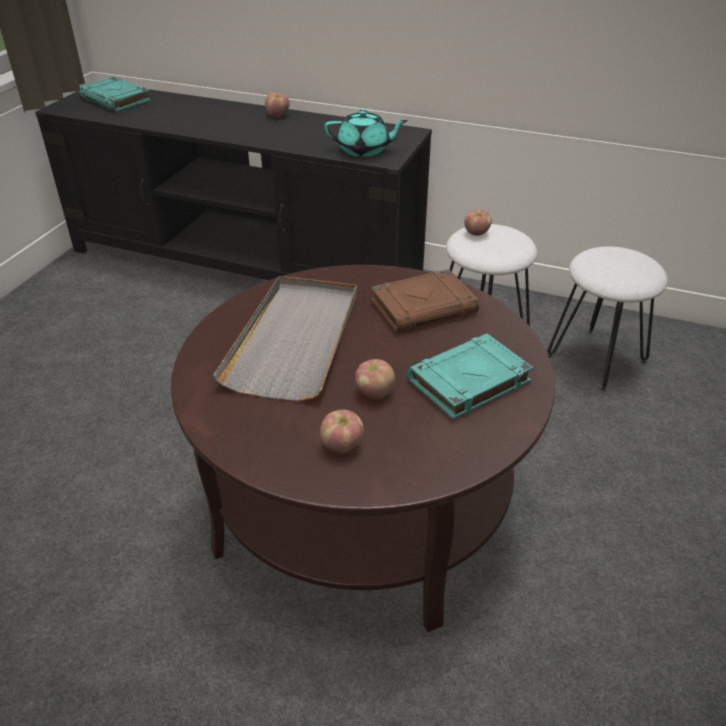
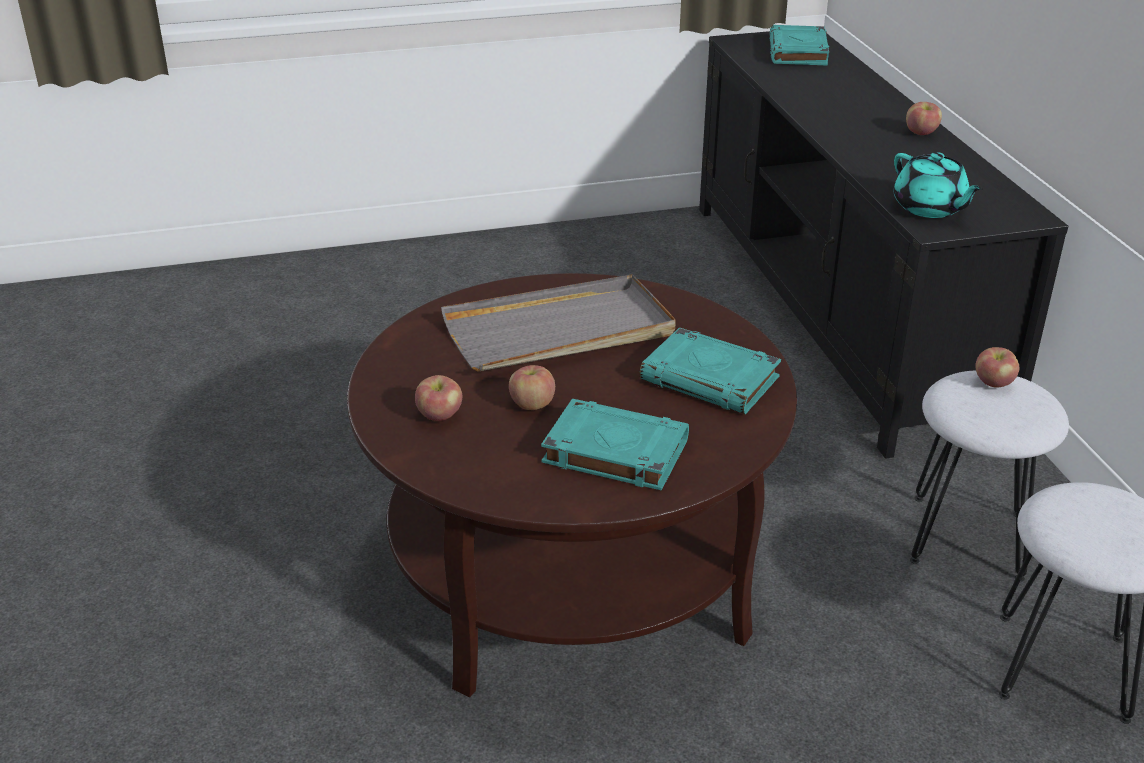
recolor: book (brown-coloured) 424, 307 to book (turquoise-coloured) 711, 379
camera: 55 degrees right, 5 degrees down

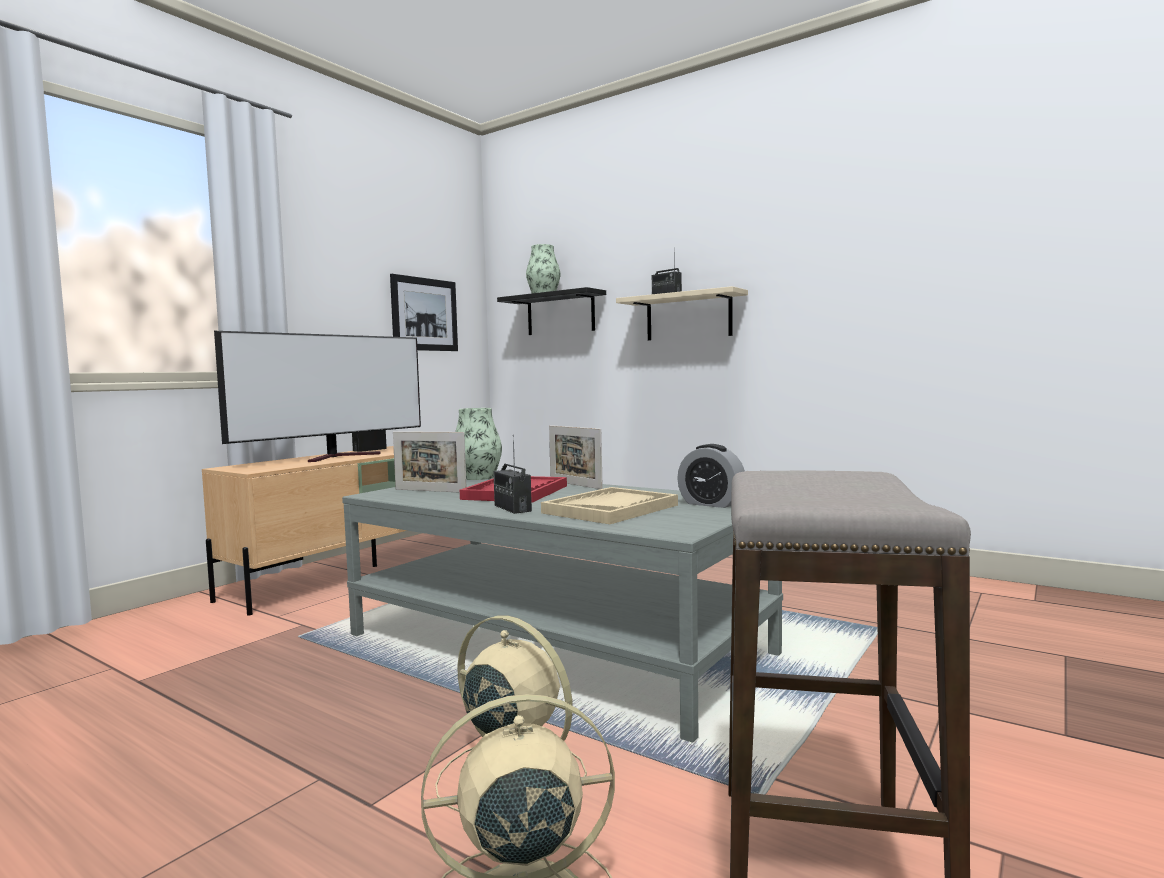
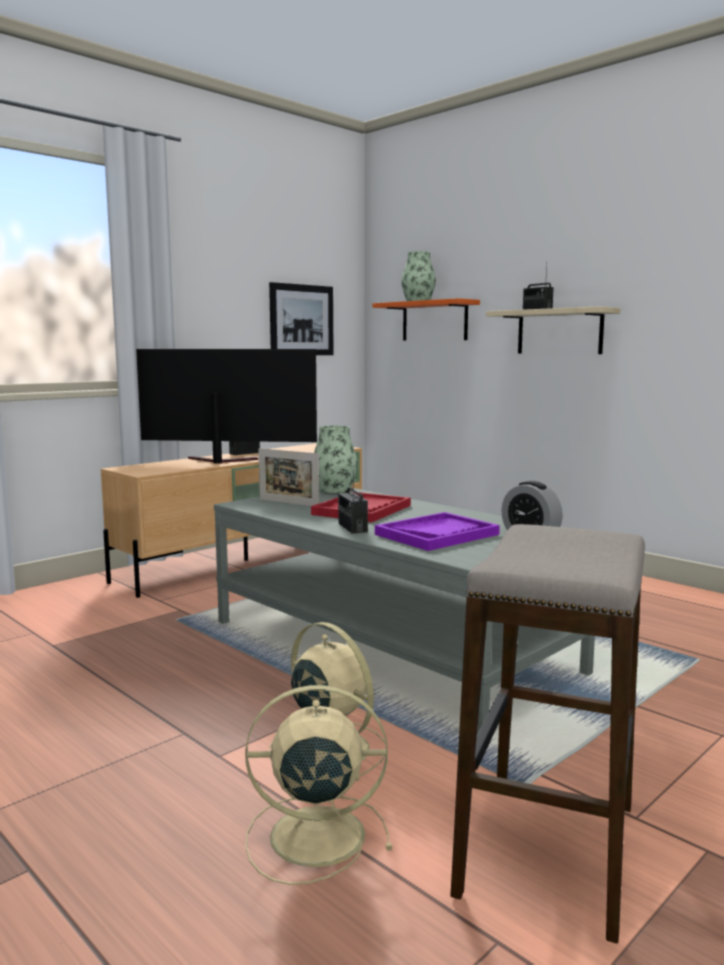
delete: picture frame 575, 484
recolor: shelf (blackish) 560, 314 to shelf (orange) 434, 321; carrying tray (beige) 610, 509 to carrying tray (purple-coloured) 437, 534
rotate: TV 341, 457 = 217, 461 135 degrees counterclockwise
camera: 10 degrees right, 5 degrees up

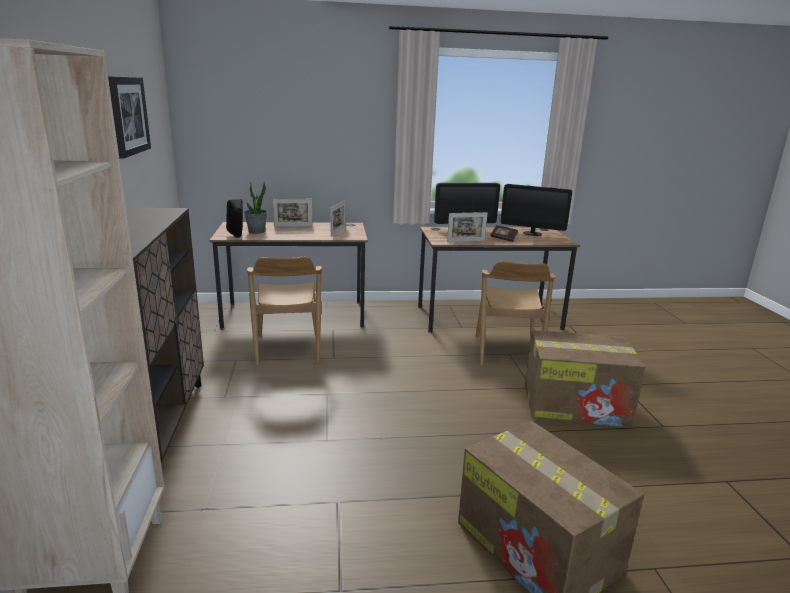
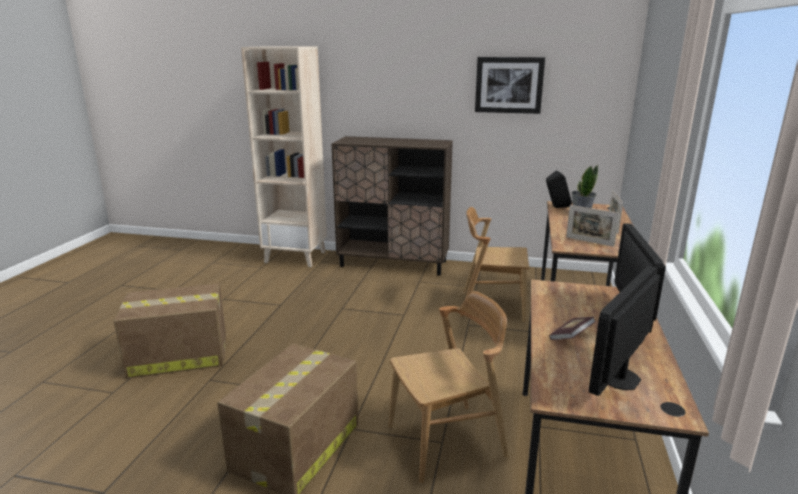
delete: picture frame 466, 241
rotate: upright chair (brown-coloured) 506, 352 = 446, 441 135 degrees clockwise
camera: 110 degrees right, 0 degrees up

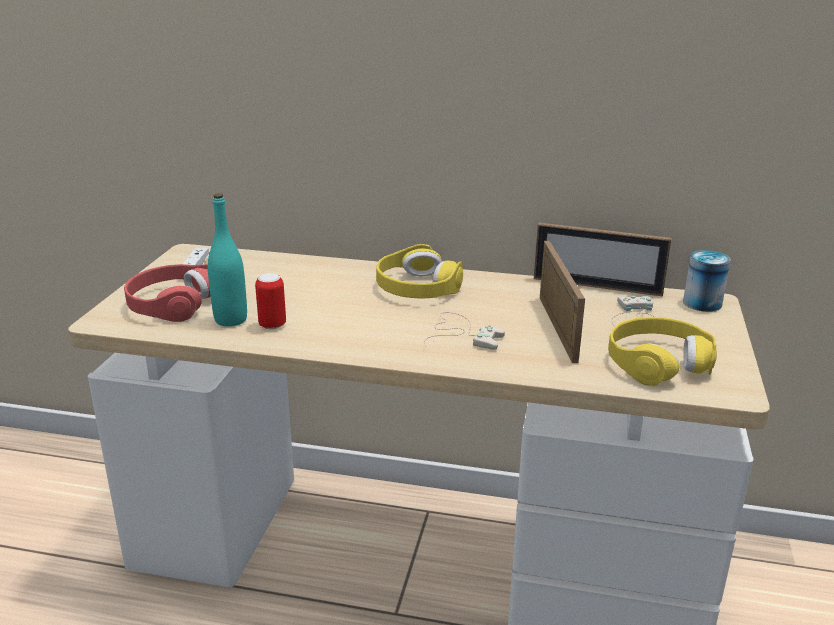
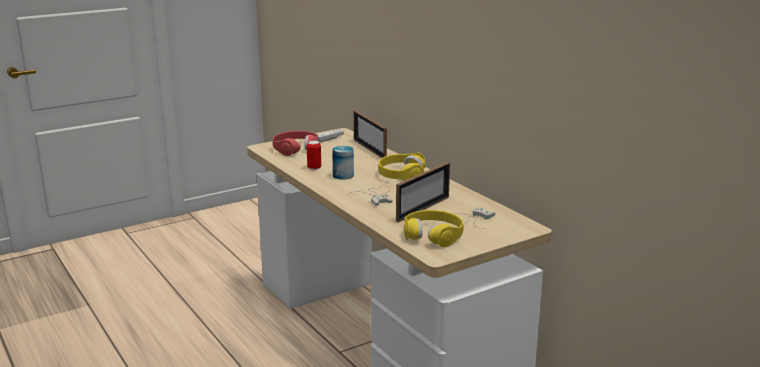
delete: beverage bottle (turquoise-coloured) 231, 320
move: picture frame 597, 286 to 369, 149; sealed can 702, 303 to 343, 175
camera: 45 degrees right, 5 degrees down

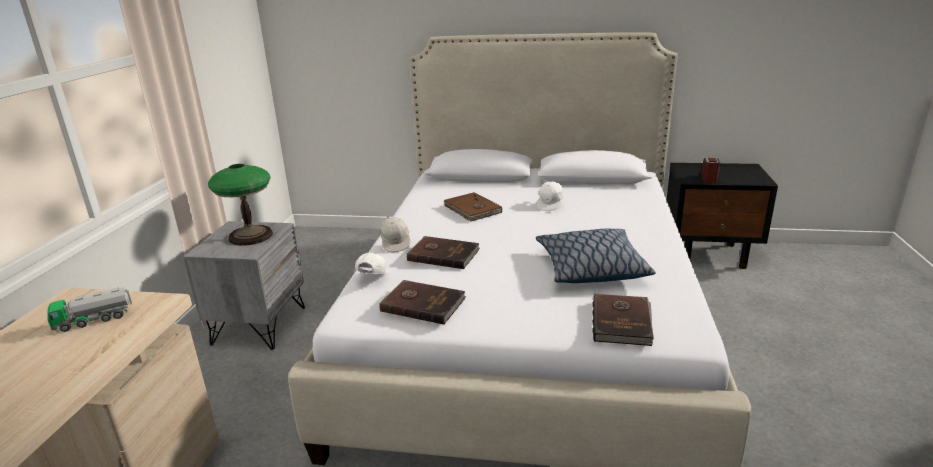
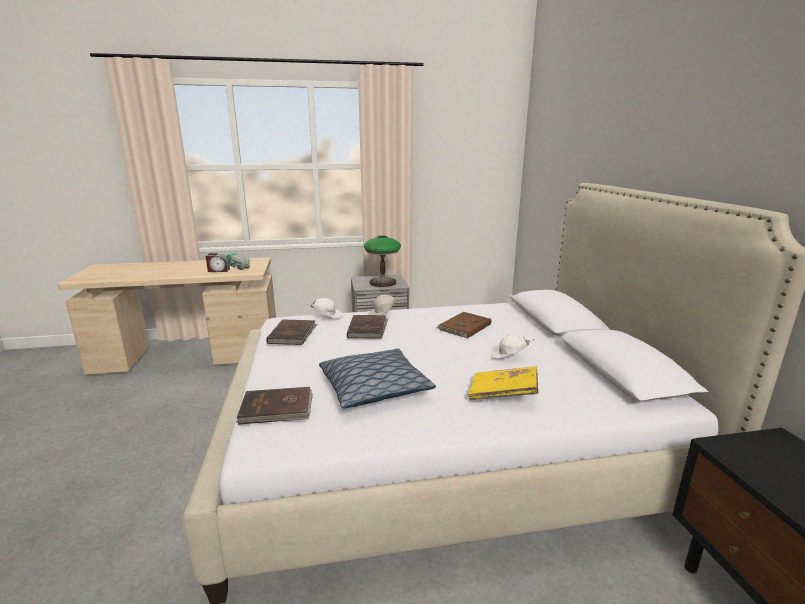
insert: book (yellowish) 503, 394
move: bedside clock 709, 178 to 218, 270
camera: 70 degrees right, 5 degrees down

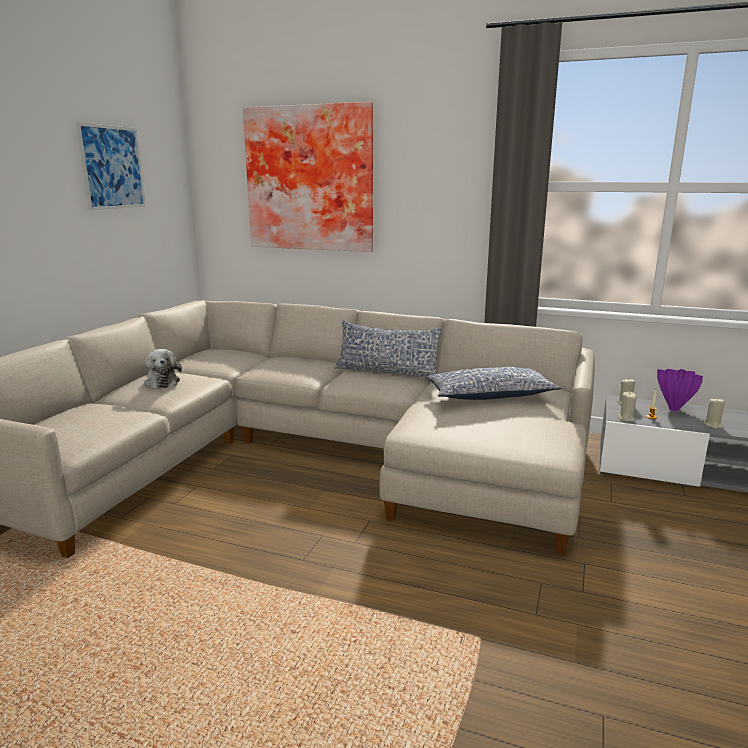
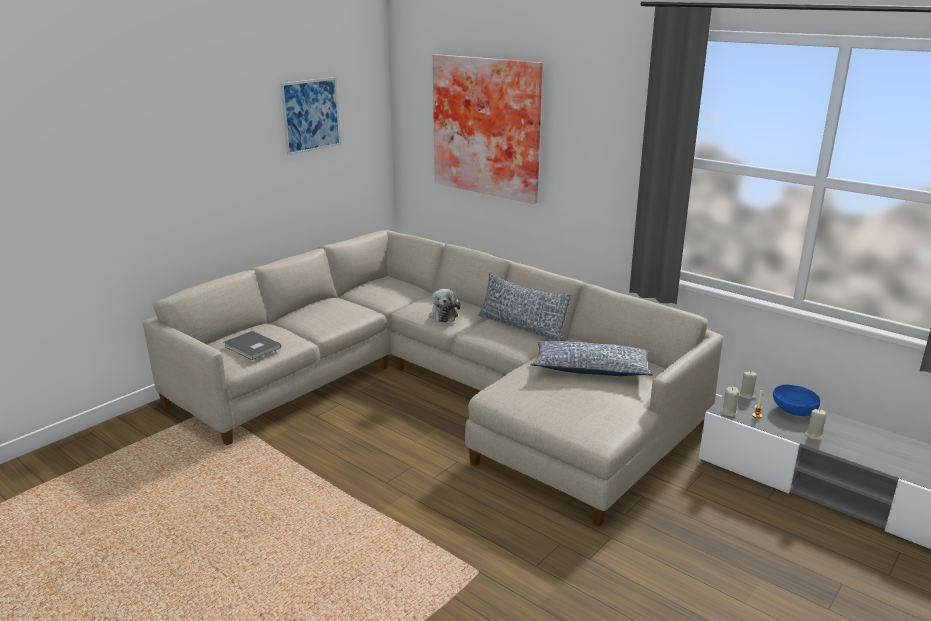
insert: book (greyish) 251, 347
move: soft toy 162, 382 to 443, 315
replace: vase (purple-coloured) 674, 409 to deep dish (bluish) 793, 411
camera: 20 degrees right, 5 degrees up

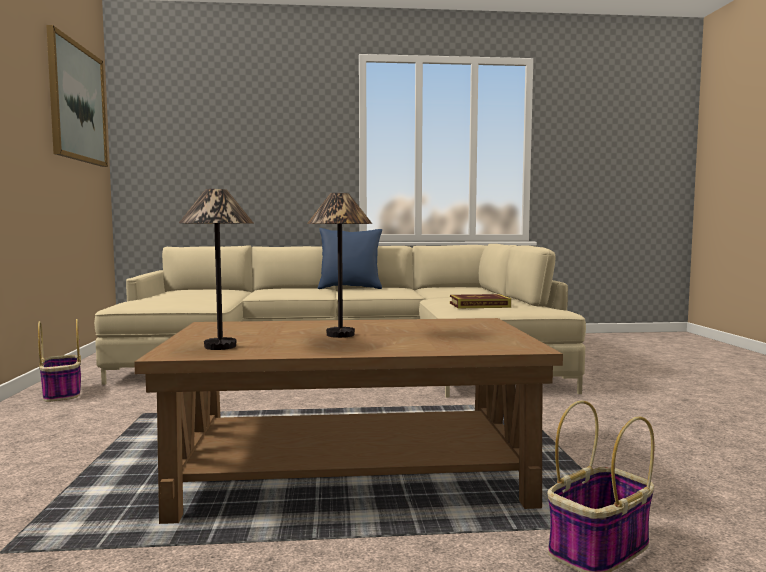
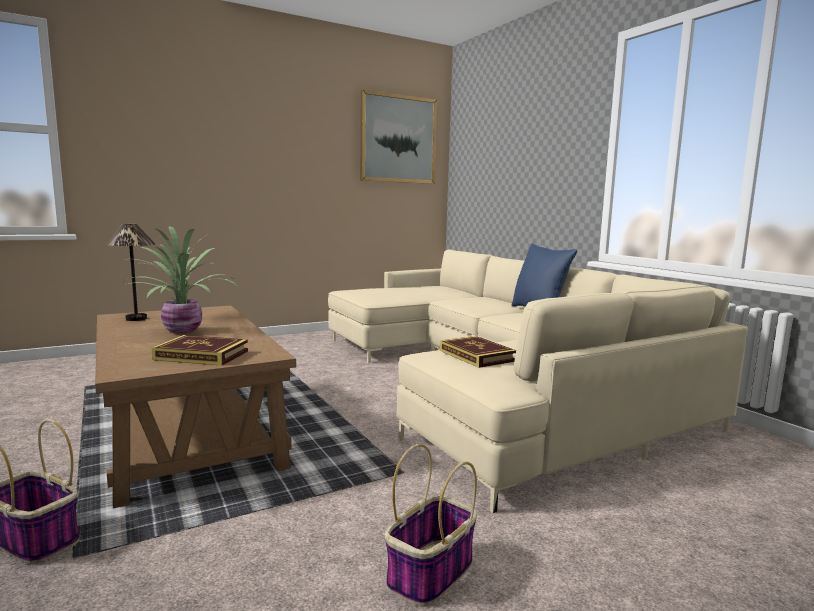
insert: book 201, 355
move: basket 62, 393 to 430, 574
replace: table lamp 340, 335 to potted plant 181, 331
camera: 65 degrees right, 5 degrees up

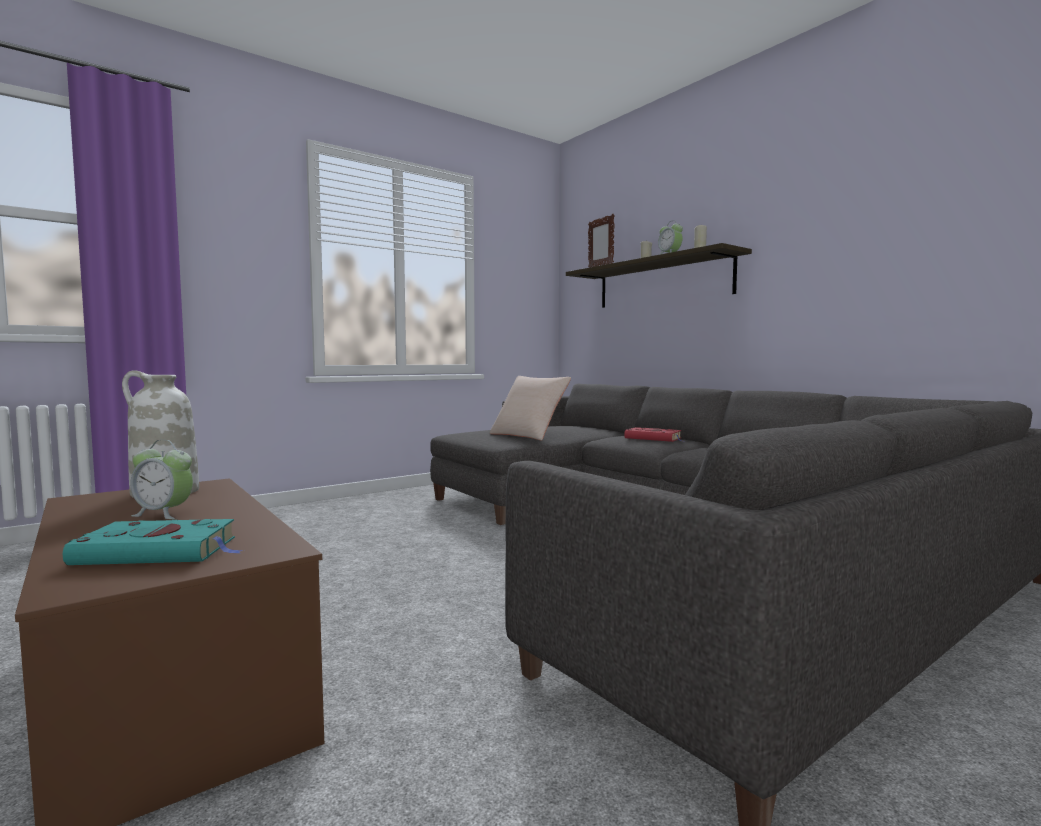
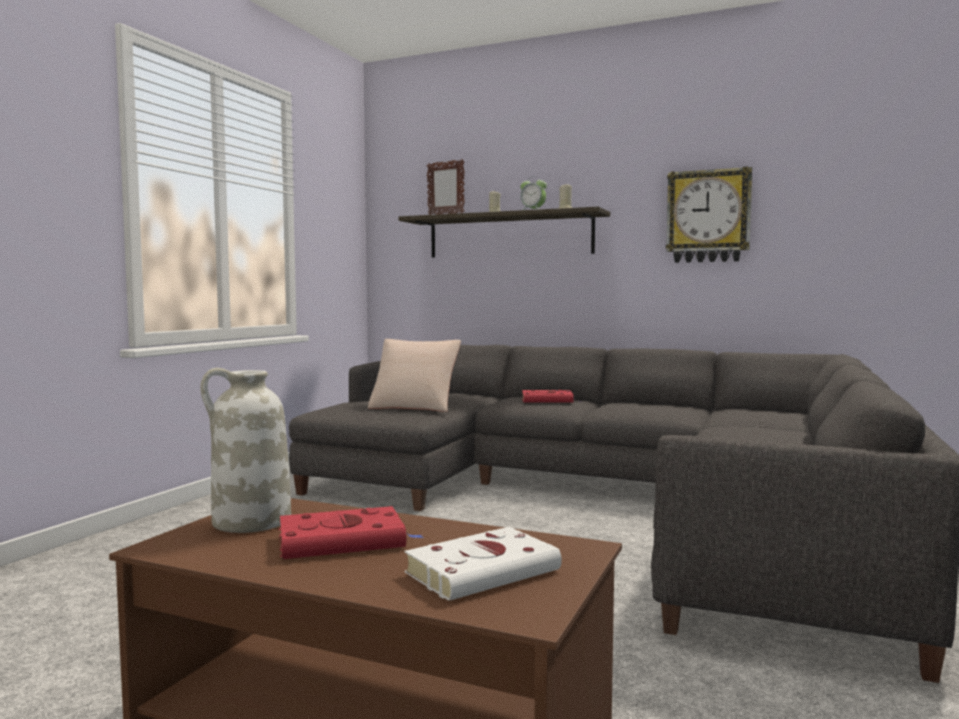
insert: wall clock 708, 216
replace: bedside clock 163, 514 to book (red-coloured) 345, 541
recolor: book (turquoise-coloured) 161, 551 to book (white) 486, 571
camera: 30 degrees left, 0 degrees up

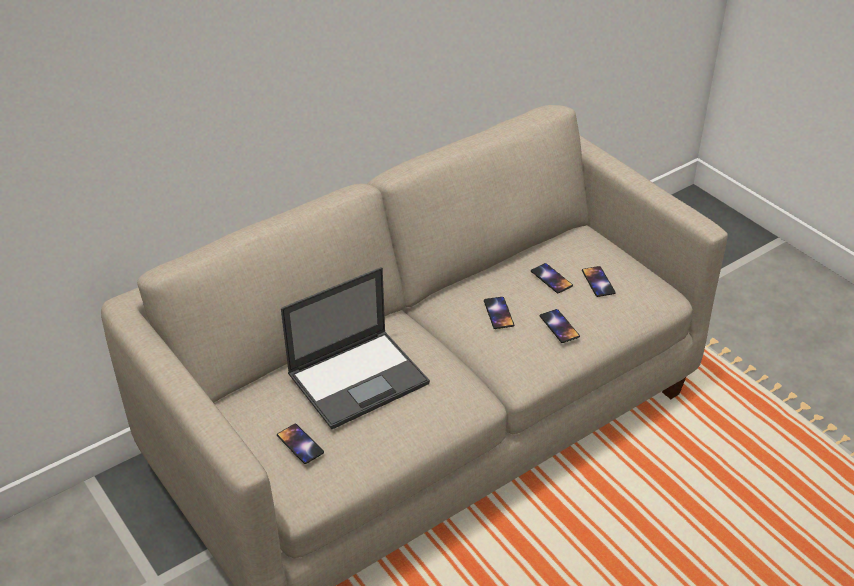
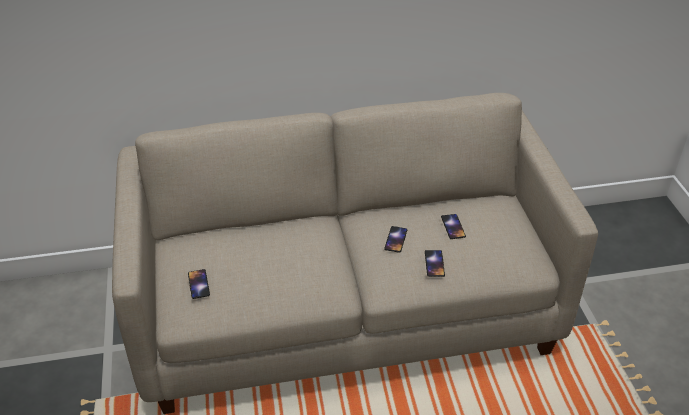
delete: telephone 598, 282; laptop 359, 378
camera: 25 degrees right, 0 degrees up

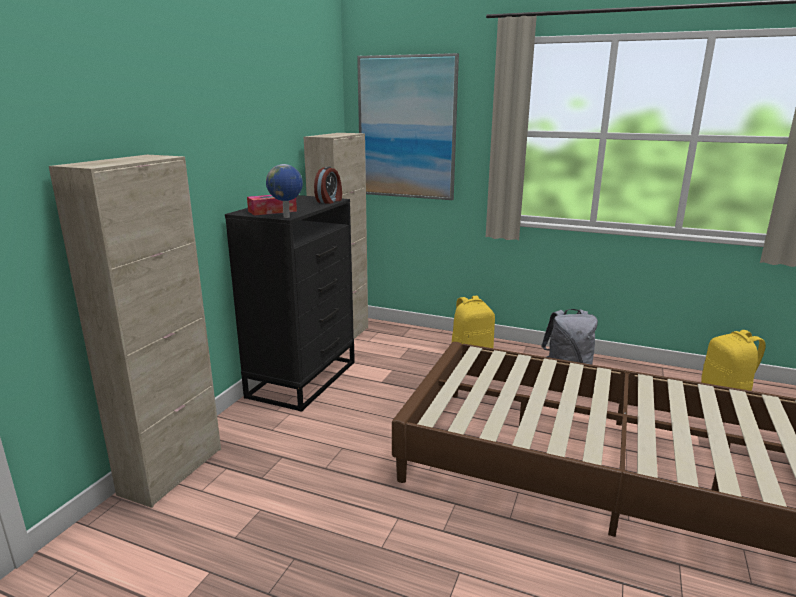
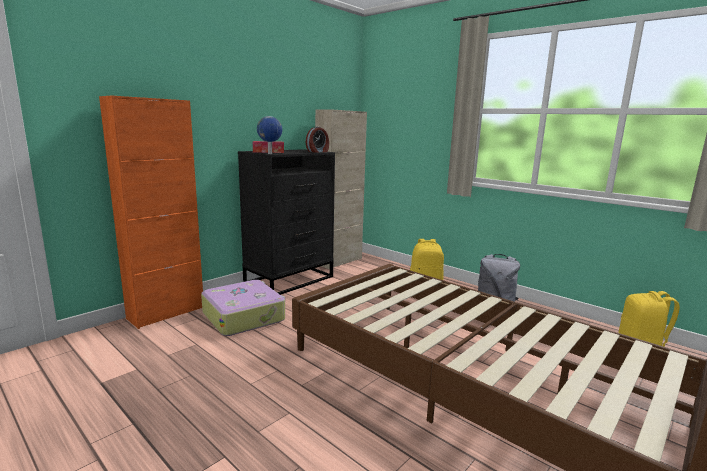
delete: wall art 407, 128
insert: suitcase 244, 316
recolor: cabinet (beige) 172, 471 to cabinet (orange) 166, 313
camera: 20 degrees right, 5 degrees down

